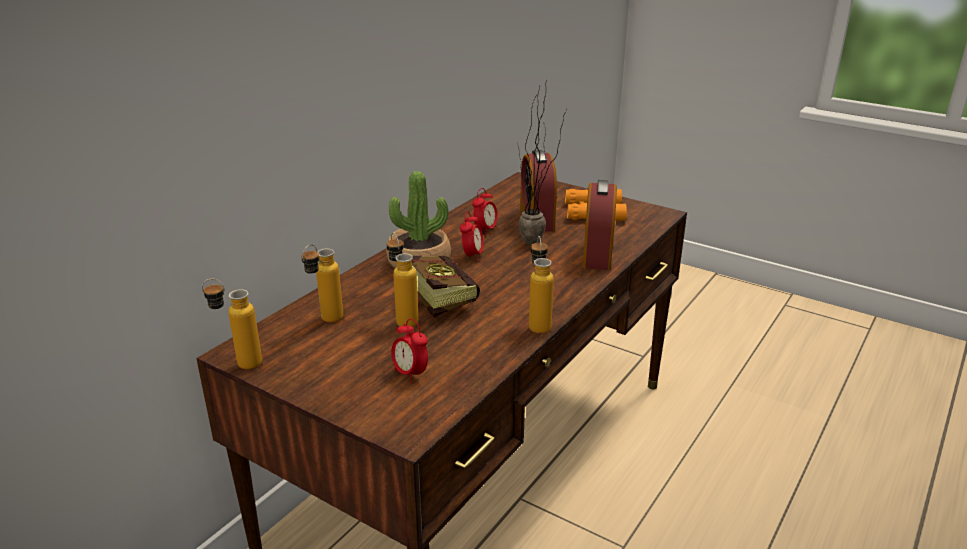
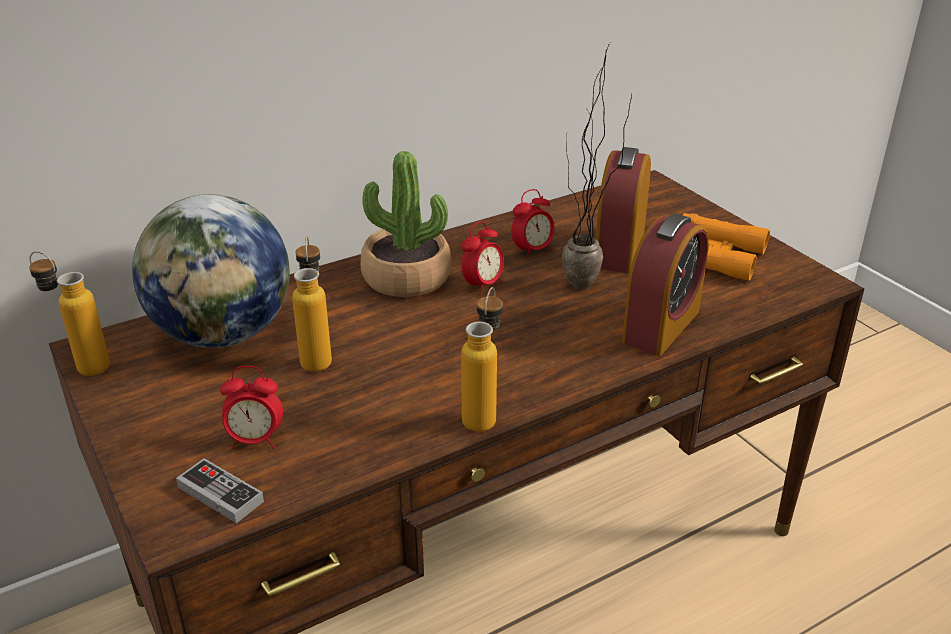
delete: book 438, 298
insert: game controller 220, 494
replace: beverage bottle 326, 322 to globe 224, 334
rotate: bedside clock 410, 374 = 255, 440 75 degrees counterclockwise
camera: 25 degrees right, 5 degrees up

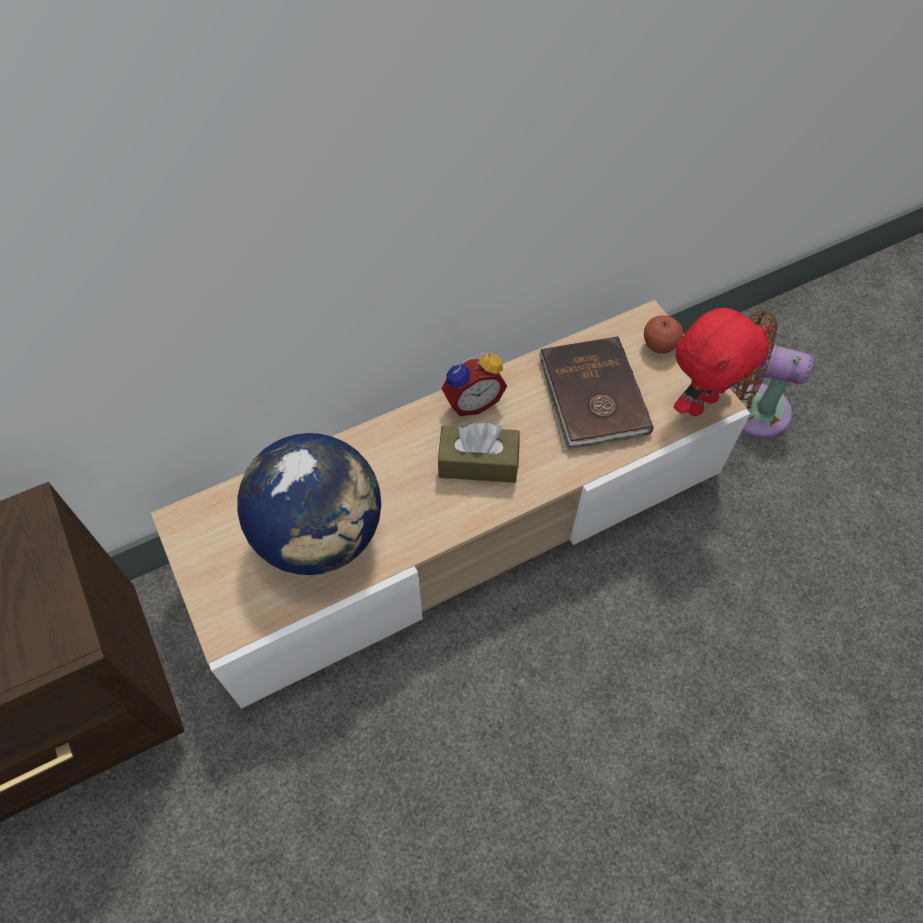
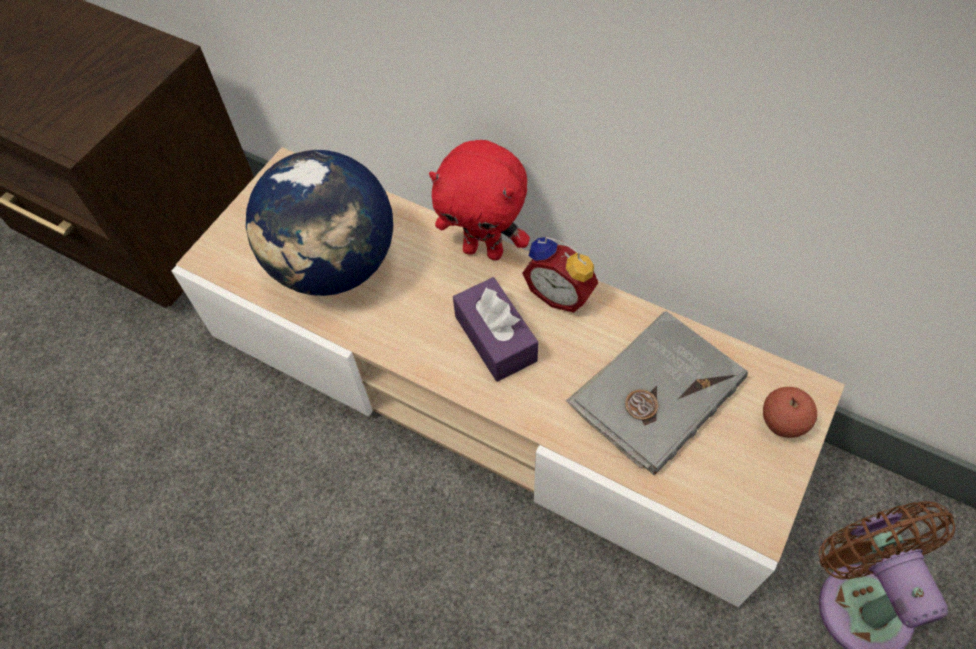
move: soft toy (red-coloured) 699, 403 to 484, 250
recolor: book (brown-coloured) 591, 396 to book (greyish) 655, 393; box of tissues (brown-coloured) 478, 463 to box of tissues (purple-coloured) 495, 338
camera: 60 degrees right, 0 degrees up

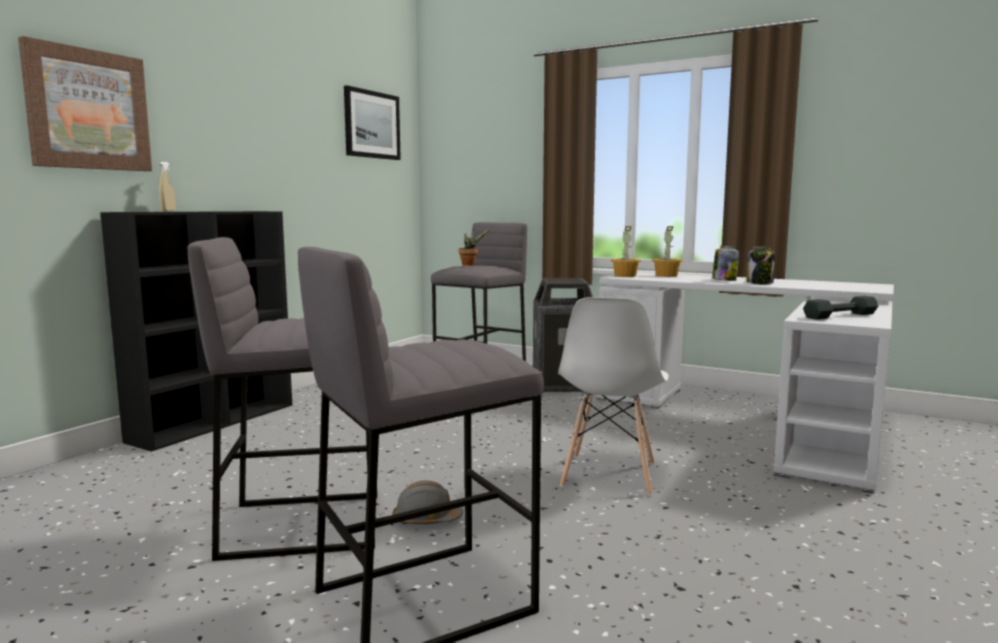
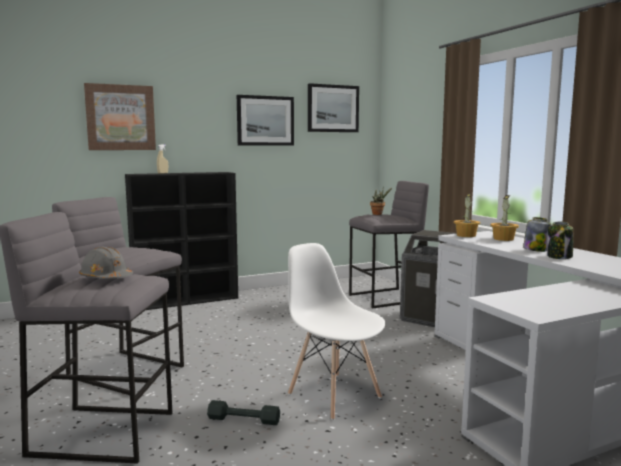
insert: wall art 265, 121
move: hand weight (greyish) 840, 316 to 244, 419; hard hat (greyish) 426, 519 to 106, 278
rotate: upright chair (white) 609, 475 = 334, 395 90 degrees clockwise
camera: 35 degrees right, 0 degrees up

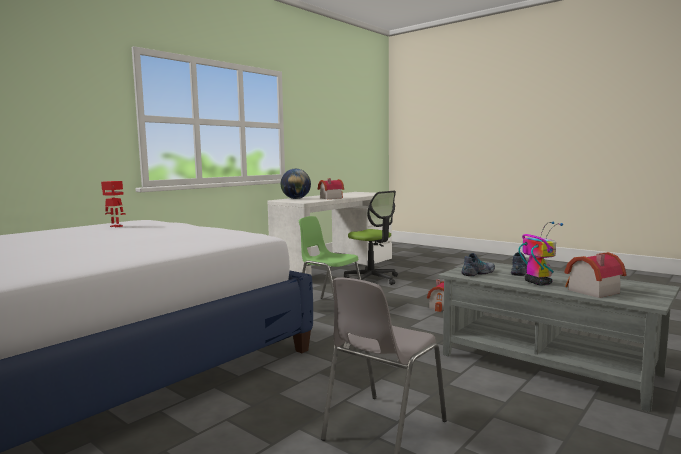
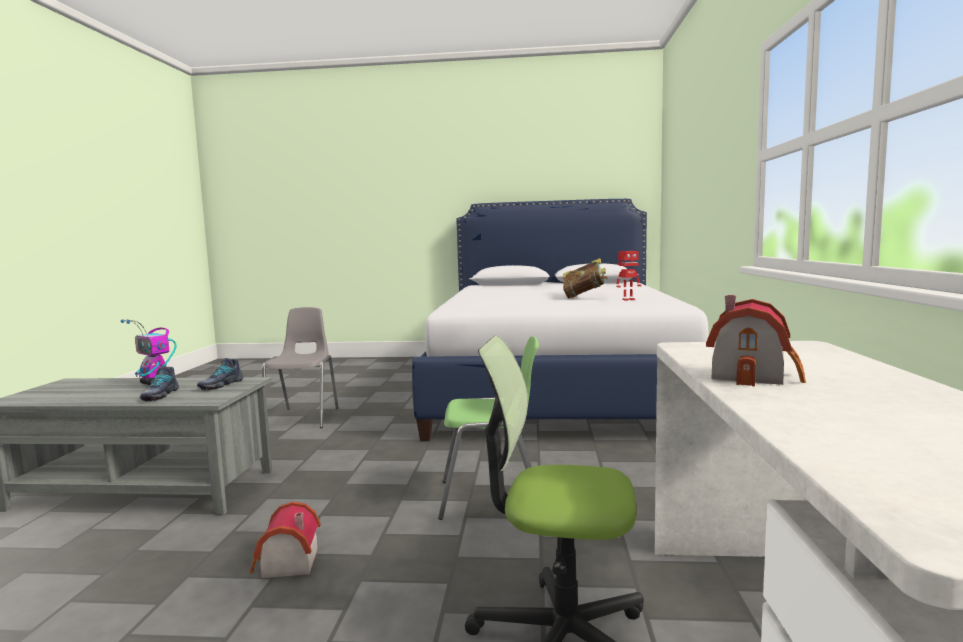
delete: globe 296, 199; model house 590, 291
insert: book 584, 297
camera: 145 degrees right, 0 degrees up

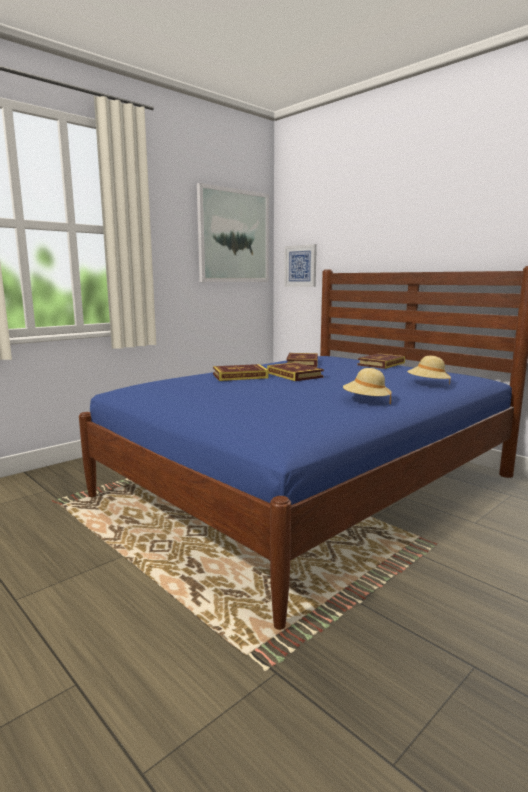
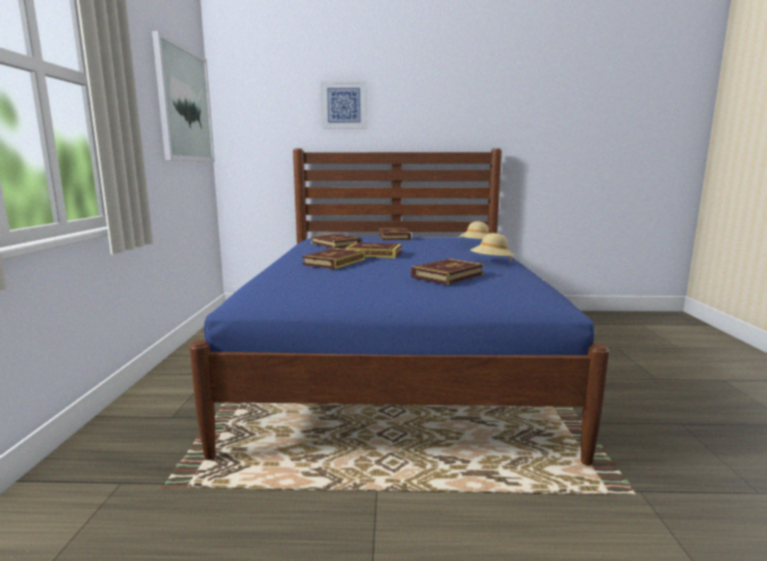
insert: book 447, 276
move: wall art 300, 266 to 344, 105
camera: 45 degrees left, 0 degrees up

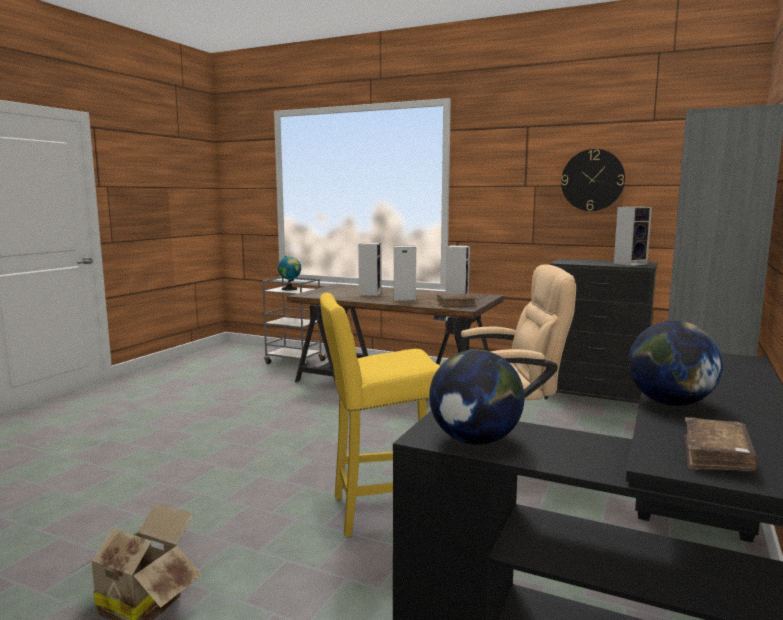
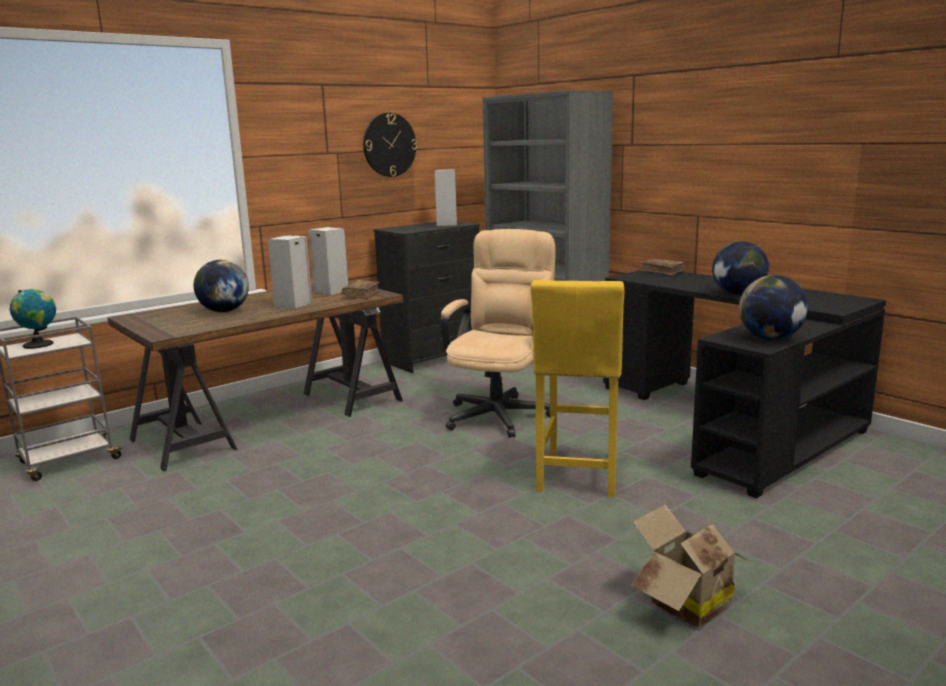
move: book (brown-coloured) 716, 456 to 662, 272
replace: speaker 370, 293 to globe 224, 311
camera: 65 degrees left, 5 degrees up

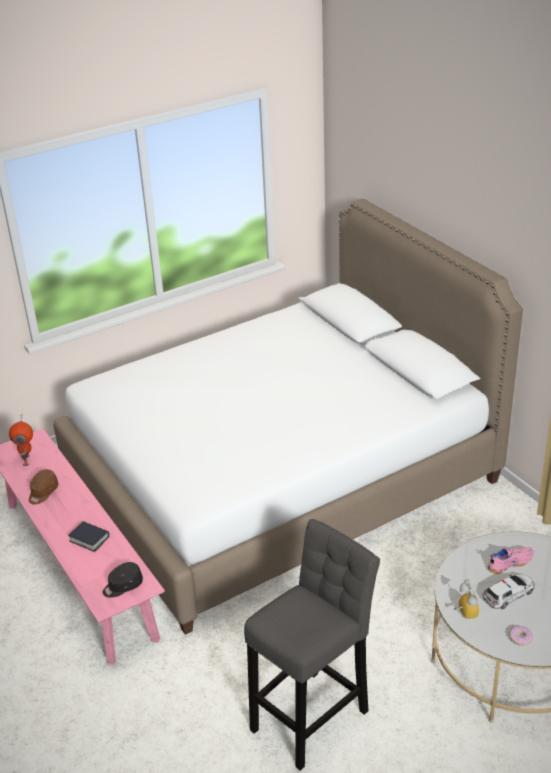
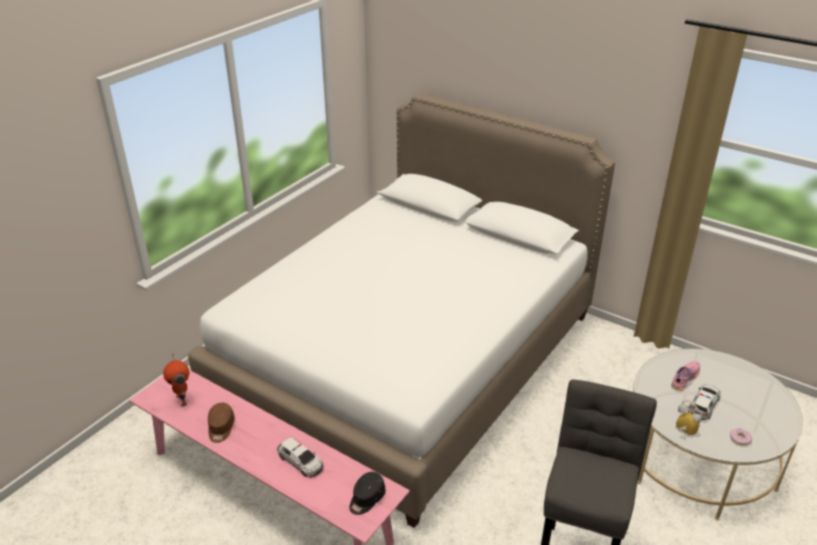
replace: book 89, 539 to miniature car 301, 461
camera: 25 degrees left, 0 degrees up

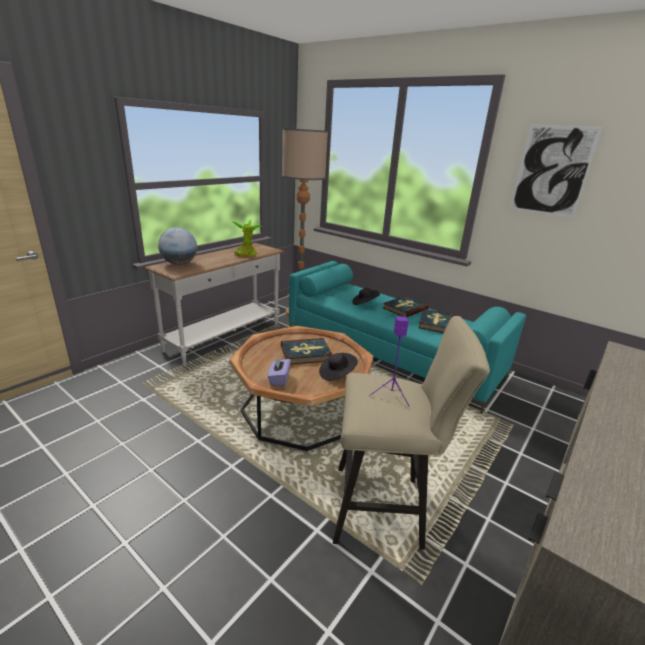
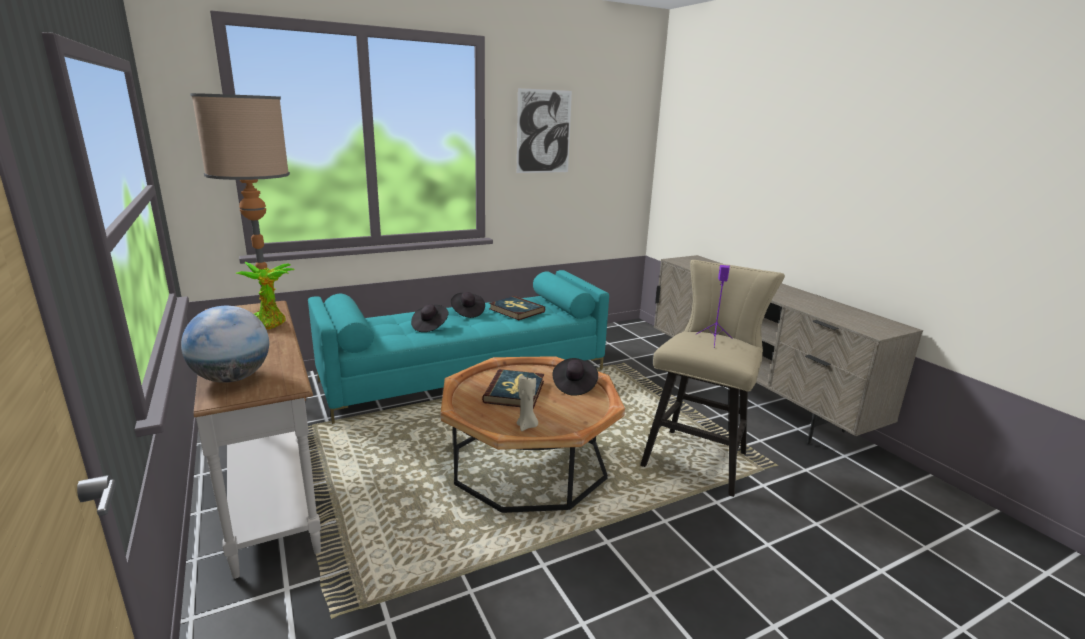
delete: box of tissues (purple-coloured) 279, 379
insert: wax light (beige) 527, 426
replace: book 404, 308 to wearable hat (blackish) 467, 312
camera: 65 degrees left, 5 degrees down

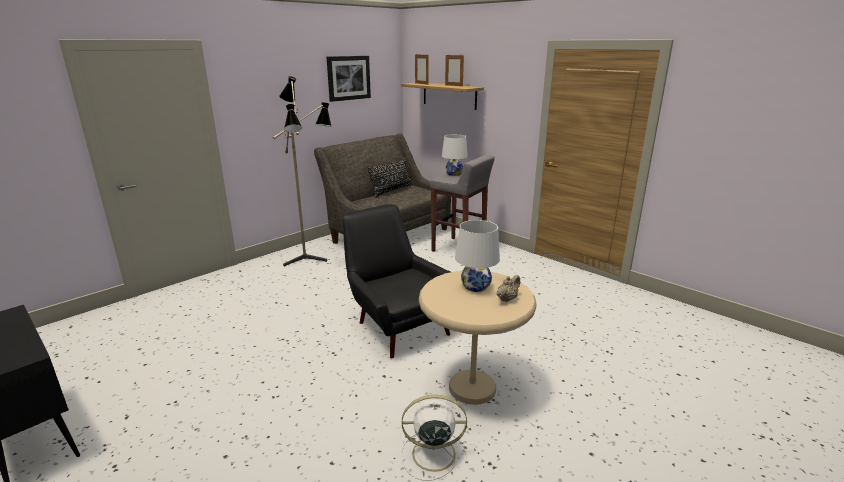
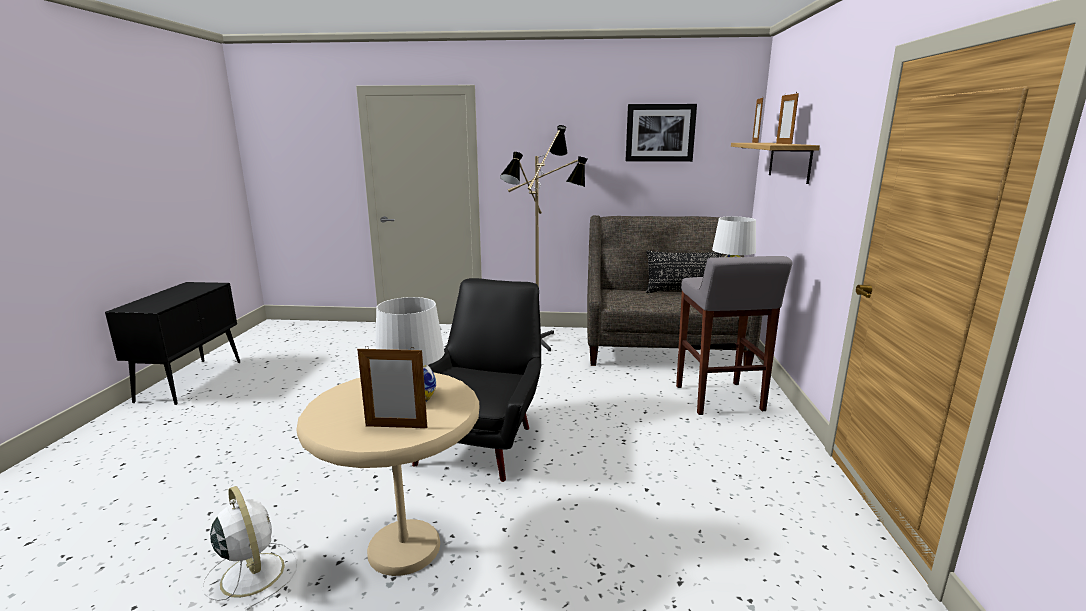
replace: pot for tea (beige) 507, 299 to picture frame 396, 427
camera: 50 degrees right, 5 degrees down

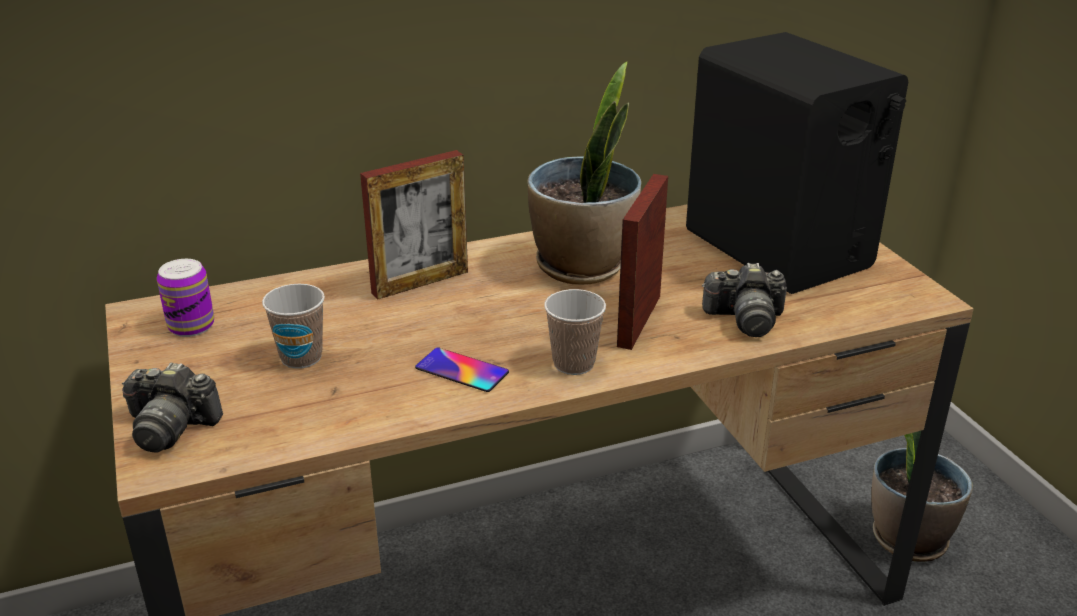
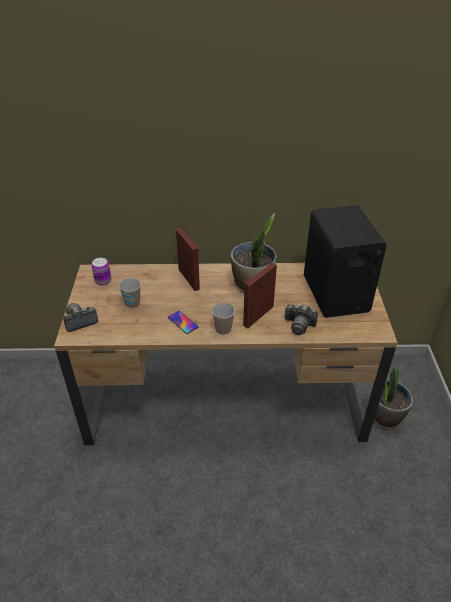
rotate: picture frame 420, 282 = 188, 279 105 degrees counterclockwise; photo camera 170, 427 = 80, 321 120 degrees clockwise
camera: 20 degrees right, 10 degrees up

